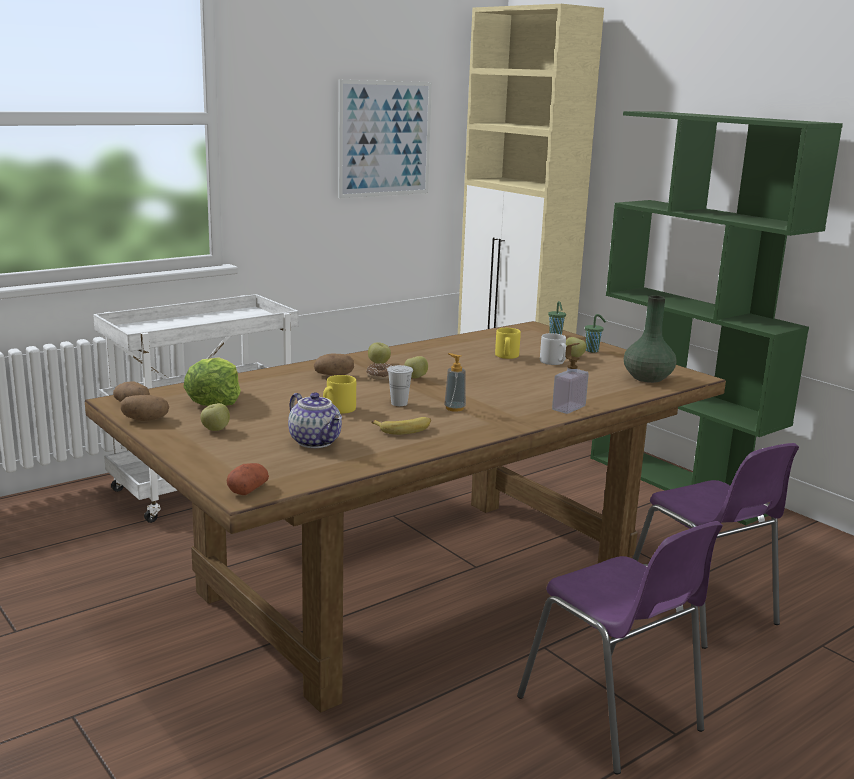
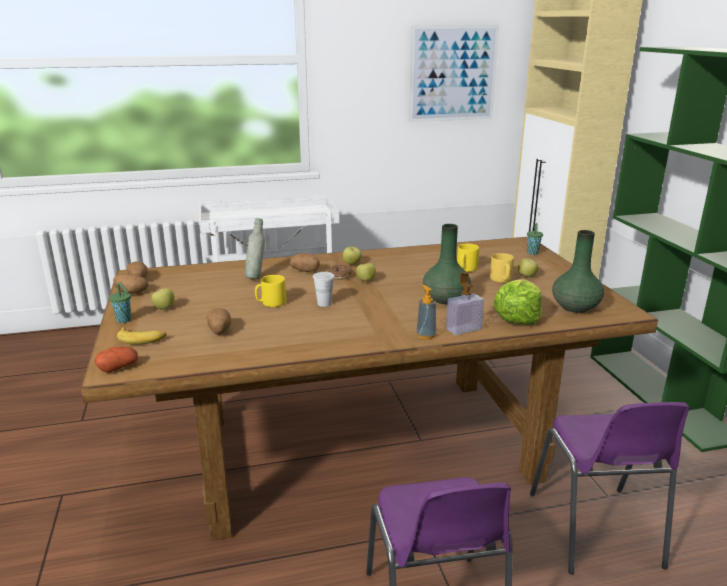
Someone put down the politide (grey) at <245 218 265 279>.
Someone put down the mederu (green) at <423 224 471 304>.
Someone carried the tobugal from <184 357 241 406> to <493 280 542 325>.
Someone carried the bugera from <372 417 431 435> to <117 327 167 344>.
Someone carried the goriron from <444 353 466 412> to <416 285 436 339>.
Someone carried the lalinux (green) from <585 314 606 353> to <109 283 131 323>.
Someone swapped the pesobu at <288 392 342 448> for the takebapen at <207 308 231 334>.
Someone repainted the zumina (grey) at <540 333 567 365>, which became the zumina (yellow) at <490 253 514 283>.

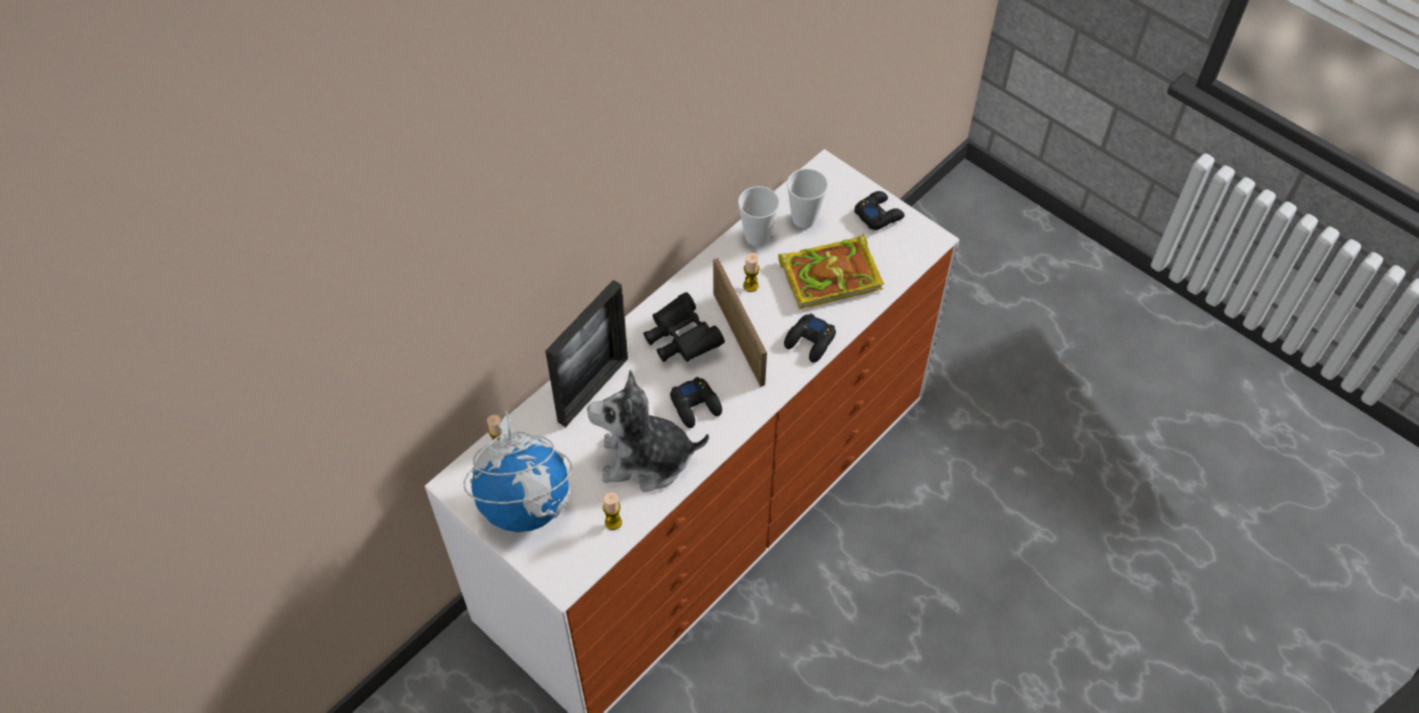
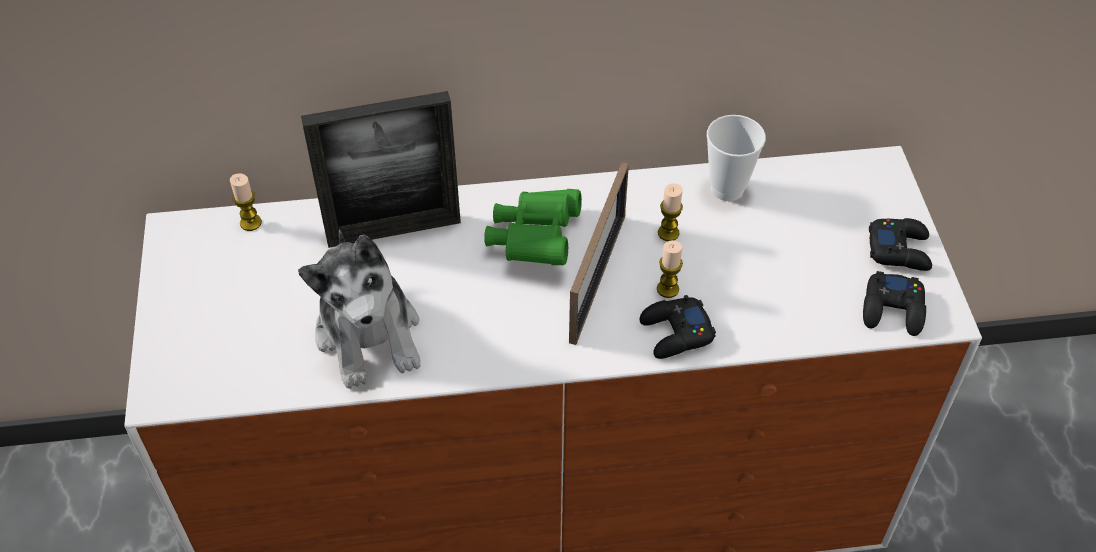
Someone took away the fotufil at <463 411 572 532>.
Someone took away the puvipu at <778 234 884 309>.
Someone took away the lalinux at <787 169 828 228>.
Someone carried the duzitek from <603 492 622 530> to <657 240 683 298>.
Someone carried the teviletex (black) from <670 377 722 428> to <863 271 926 336>.
Someone repainted the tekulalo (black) at <643 292 725 362>, which became the tekulalo (green) at <484 189 582 265>.
Someone rotated the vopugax at <587 370 709 492> by 150 degrees counterclockwise.

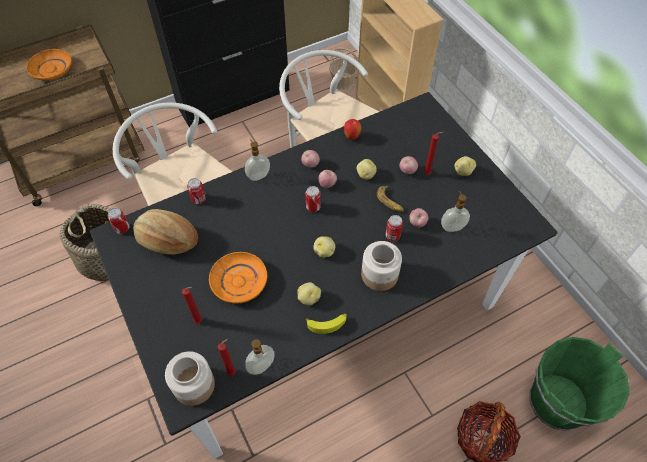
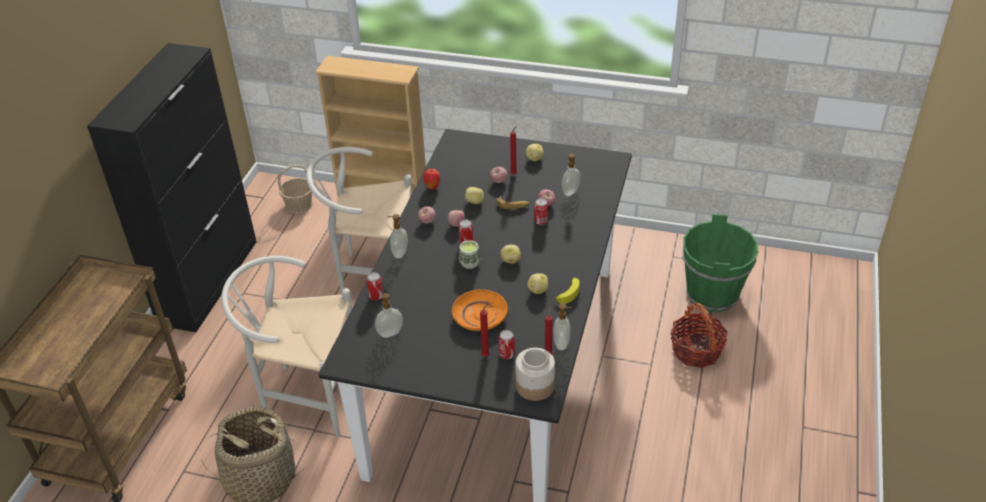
Someone took away the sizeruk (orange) at <27 49 72 81>.
Someone took away the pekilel at <361 241 402 291>.
Someone put down the lalinux at <459 240 481 269>.
Someone carried the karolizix from <108 208 130 234> to <499 330 515 359>.
Someone swapped the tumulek at <133 209 198 255> for the goriron at <375 293 403 338>.

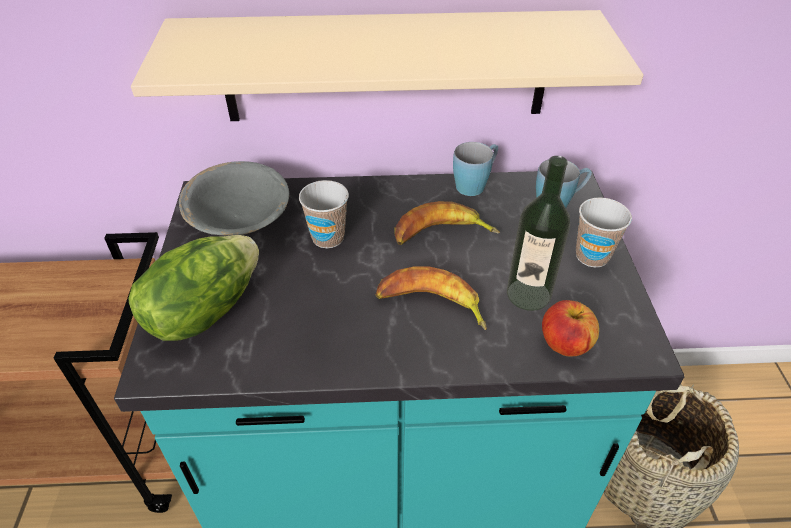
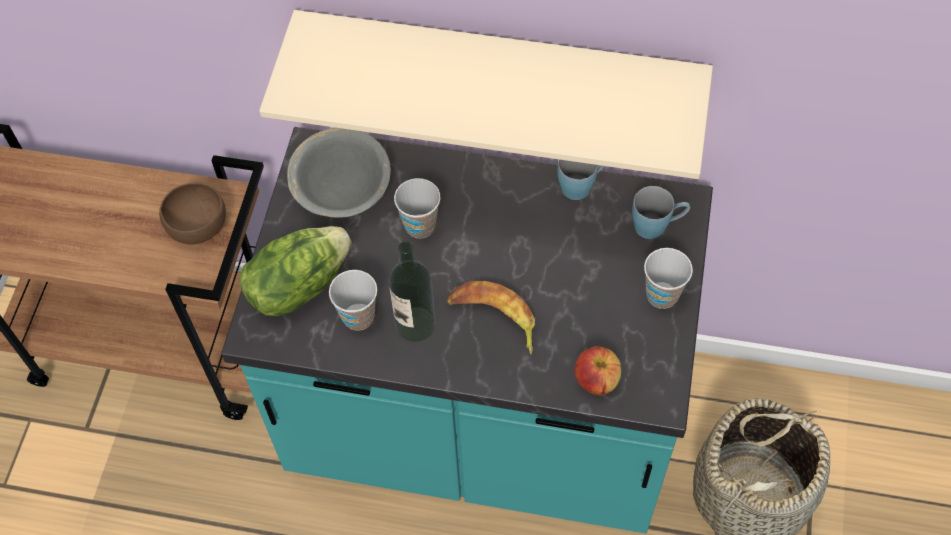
Someone took away the bugera at <394 201 500 245>.
Someone put down the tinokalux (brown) at <159 183 226 245>.
Someone put down the lalinux at <329 270 377 331>.
Someone carried the politide from <507 156 570 311> to <388 241 436 342>.

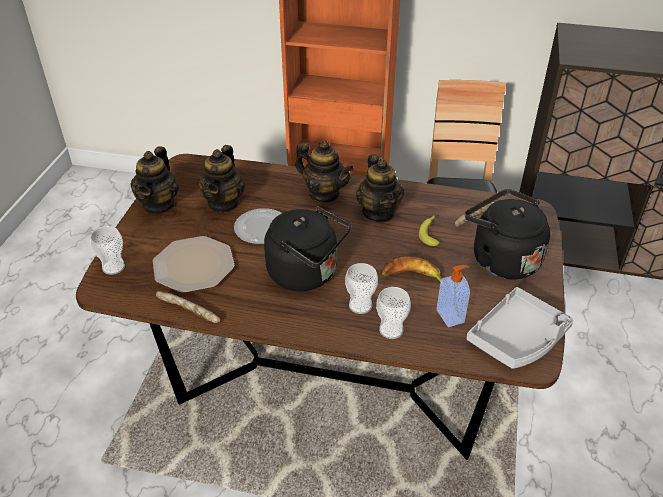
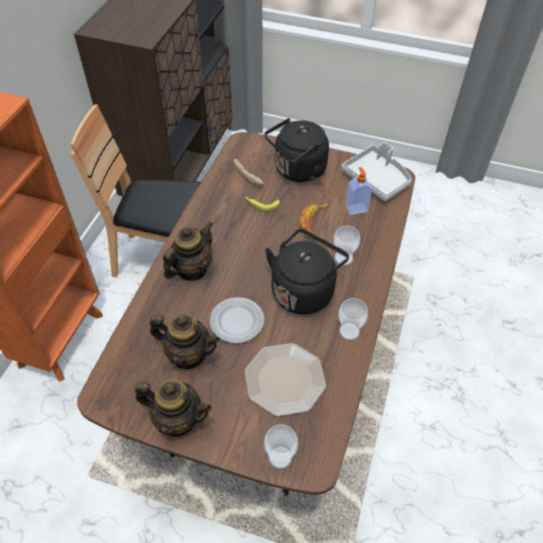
Someone took away the tumulek at <156 291 220 323>.
Someone took away the pesobu at <356 154 404 223>.
Someone carried the lalinux from <376 287 411 339> to <338 298 368 340>.

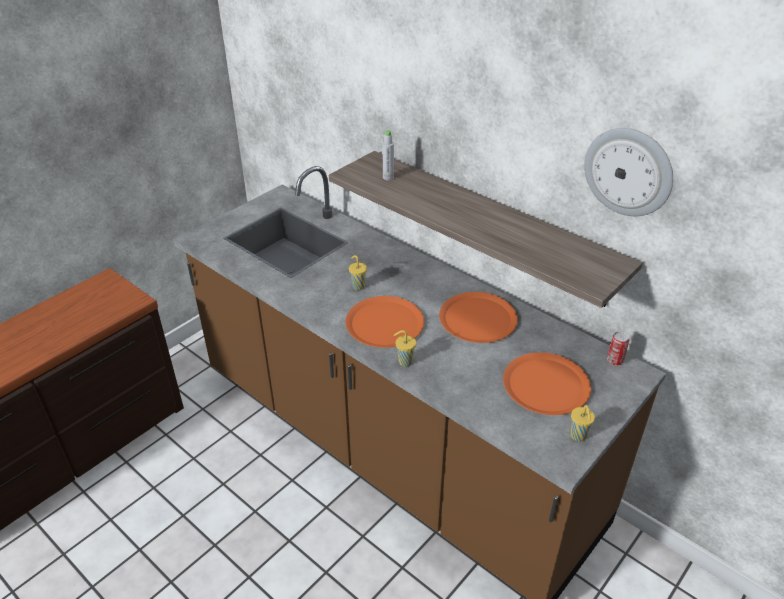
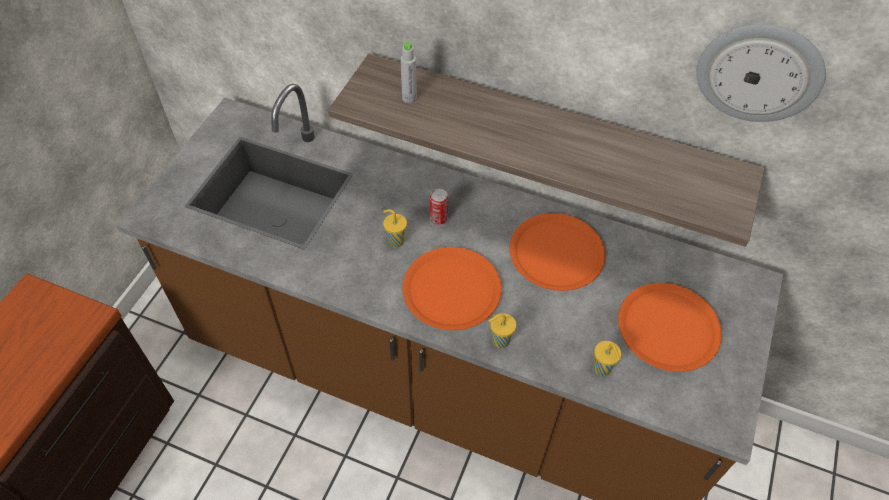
Someone carried the lalinux (yellow) from <570 405 595 442> to <593 341 621 376>.
Someone carried the karolizix from <607 331 630 366> to <430 189 448 225>.

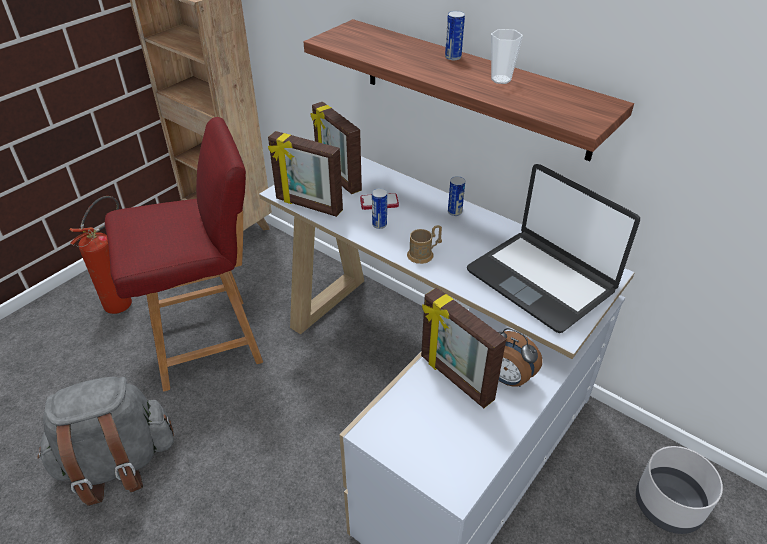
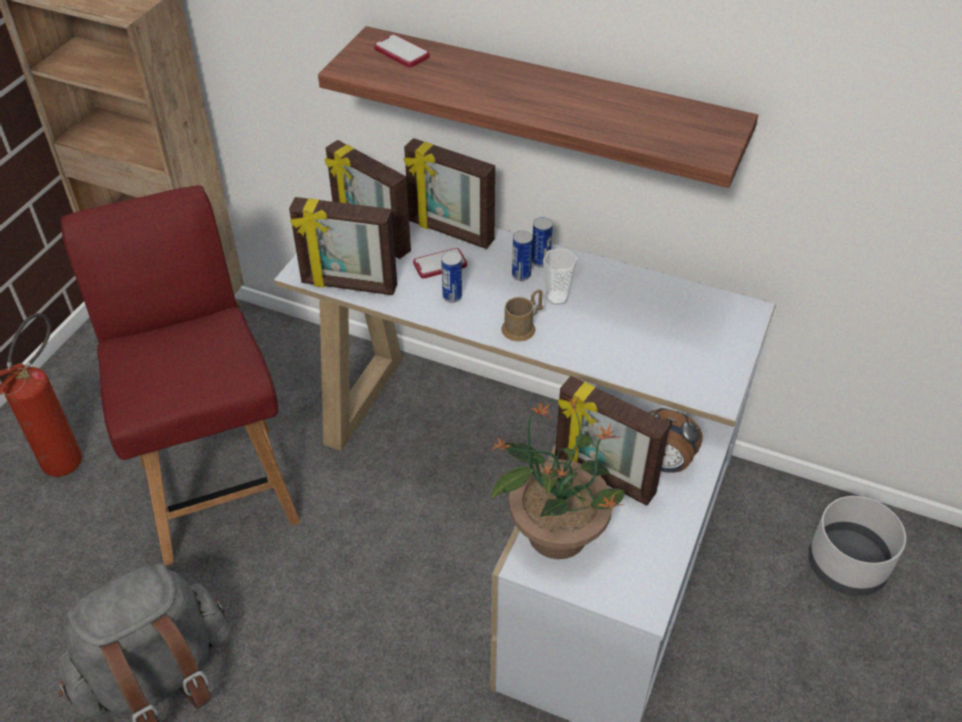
Someone took away the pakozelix at <467 164 640 333>.
Someone put down the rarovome at <374 34 430 68>.
Someone put down the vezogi at <404 138 495 249>.
Someone put down the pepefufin at <491 396 625 559>.
Someone carried the karolizix from <445 11 465 60> to <512 230 533 281>.
Someone carried the lalinux from <491 29 523 84> to <543 249 577 305>.
Someone rotated the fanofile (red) at <105 117 263 392> by 75 degrees counterclockwise.

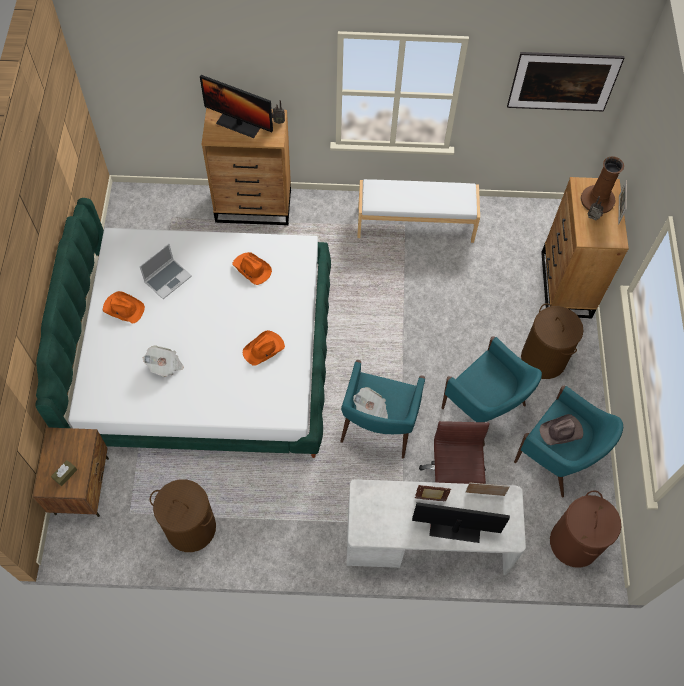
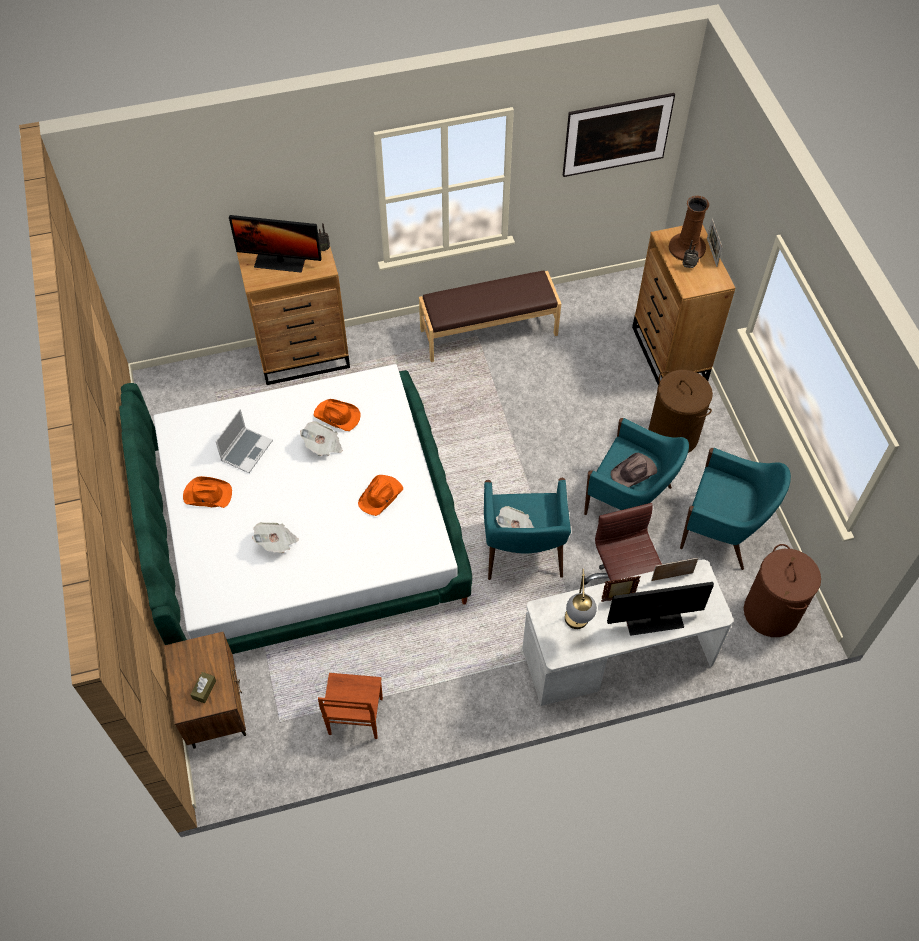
Someone put down the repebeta at <300 421 343 456>.
Someone put down the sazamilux at <565 569 597 629>.
Someone carried the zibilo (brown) from <540 414 583 445> to <611 453 657 487>.
Someone swapped the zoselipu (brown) at <150 479 216 552> for the fanofile (brown) at <318 673 383 739>.
Someone repainted the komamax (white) at <357 179 480 243>, which became the komamax (brown) at <419 270 561 362>.

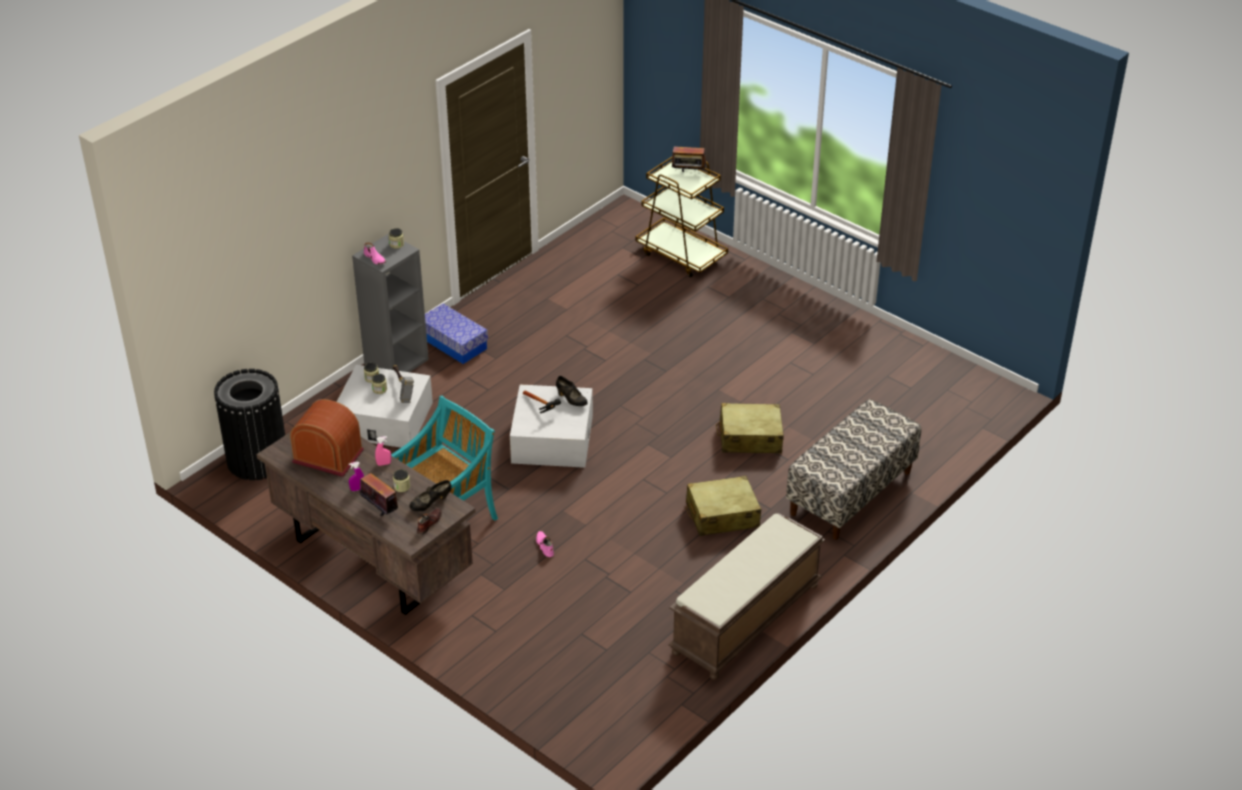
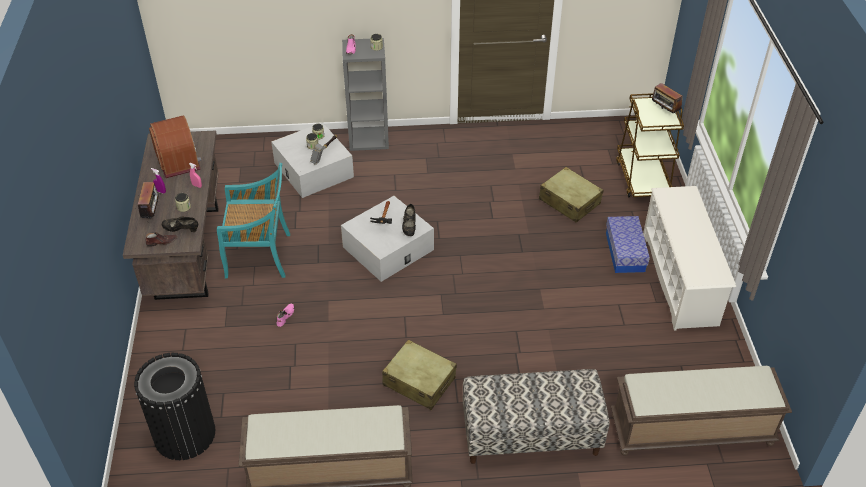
Someone put down the komamax (brown) at <611 366 792 456>.
Someone put down the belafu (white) at <643 186 736 331>.
Someone carried the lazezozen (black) from <214 369 285 480> to <134 353 216 460>.
Someone carried the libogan from <425 303 488 364> to <606 216 650 273>.
Someone carried the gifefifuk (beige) from <716 403 784 453> to <539 167 604 223>.

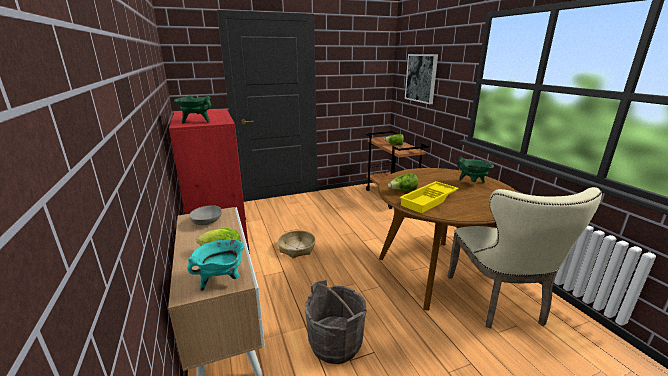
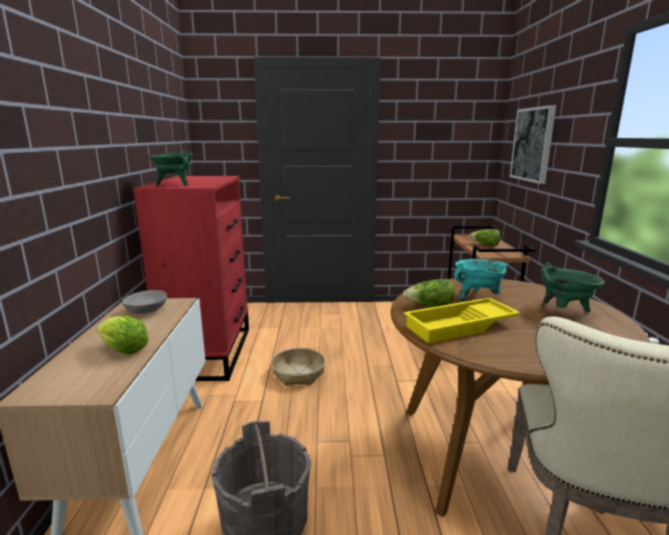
Someone carried the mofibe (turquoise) from <187 239 244 291> to <454 259 508 302>.

